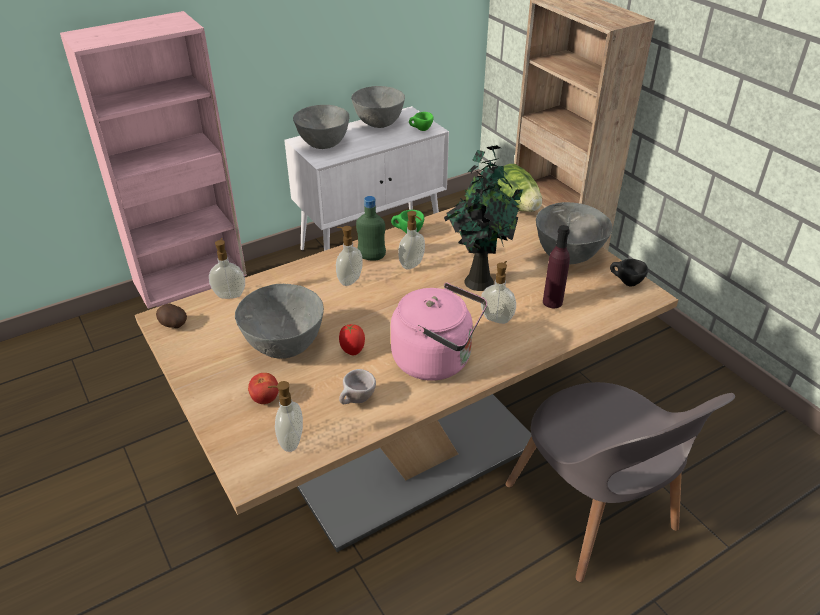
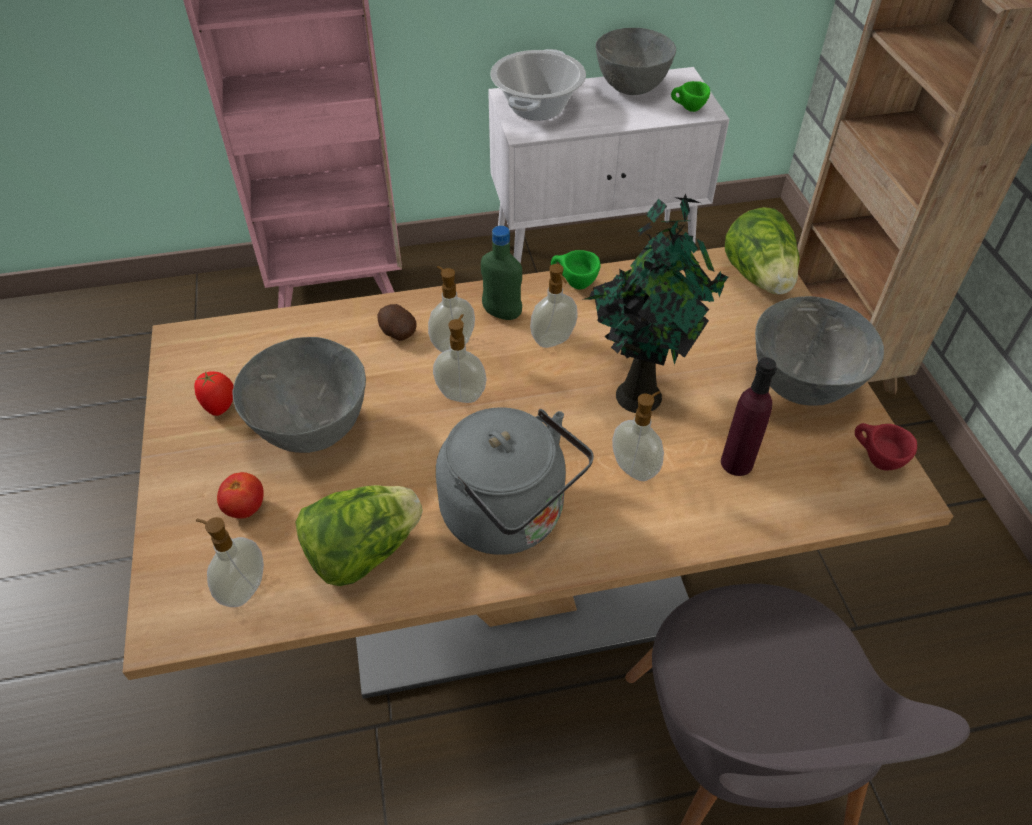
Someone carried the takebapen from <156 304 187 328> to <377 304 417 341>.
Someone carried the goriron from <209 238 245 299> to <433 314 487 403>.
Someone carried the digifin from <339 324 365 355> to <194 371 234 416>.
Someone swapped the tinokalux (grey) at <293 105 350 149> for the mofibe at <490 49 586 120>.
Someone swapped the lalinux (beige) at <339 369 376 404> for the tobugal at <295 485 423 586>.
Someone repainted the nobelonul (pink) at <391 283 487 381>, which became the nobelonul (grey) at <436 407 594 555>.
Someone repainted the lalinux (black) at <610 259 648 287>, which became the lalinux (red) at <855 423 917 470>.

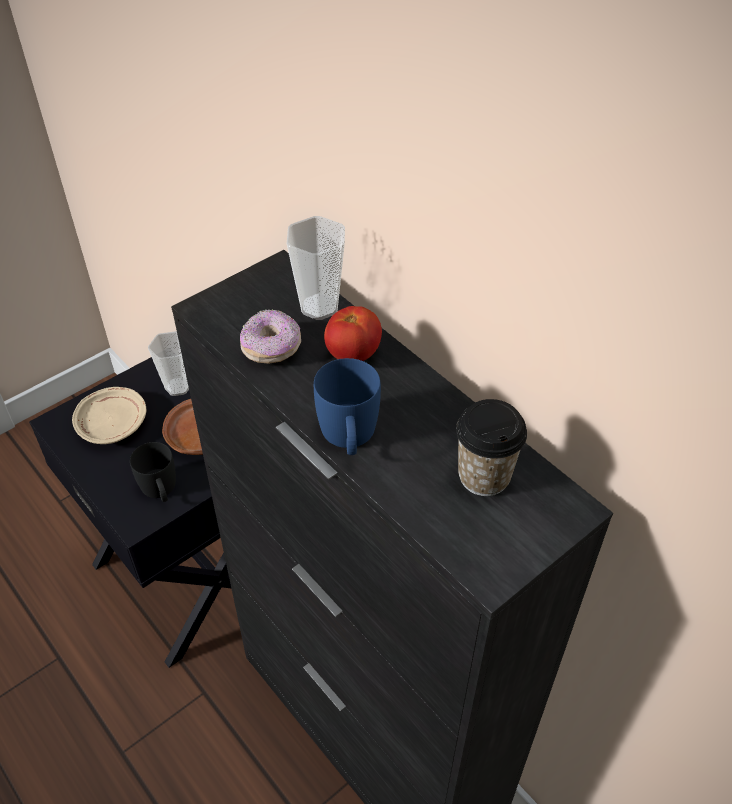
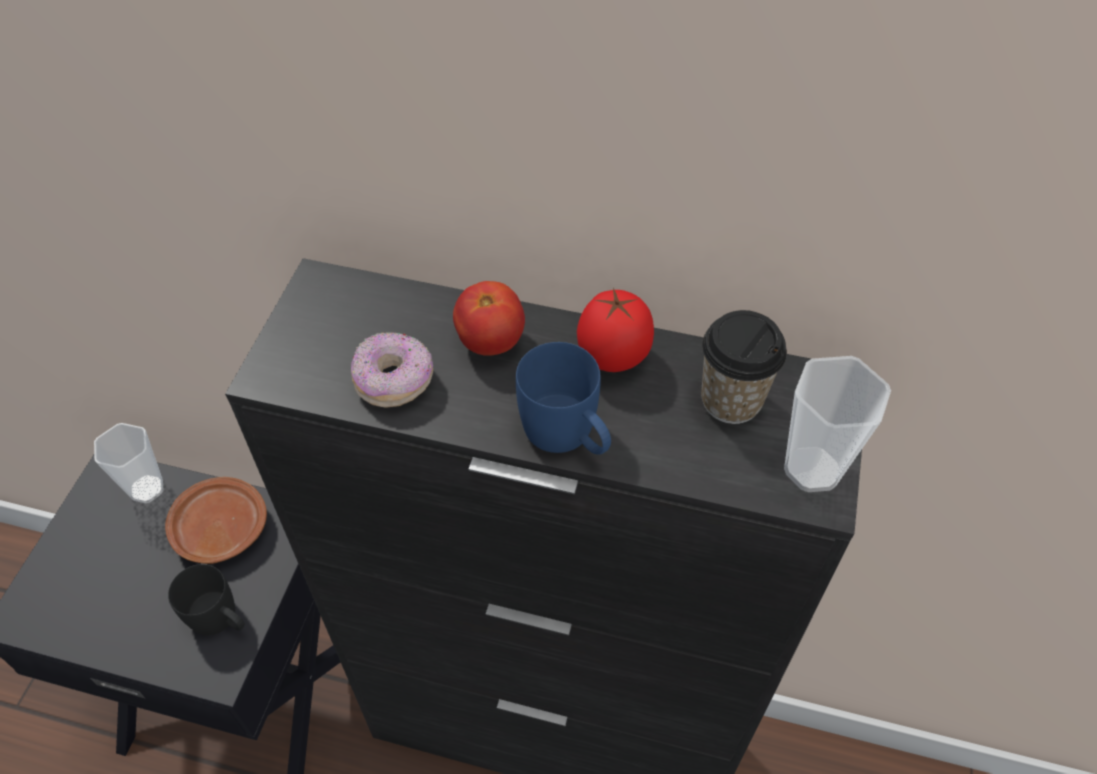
Someone took away the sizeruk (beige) at <72 387 146 444>.
Someone put down the digifin at <577 288 654 372>.
Someone carried the lalinux from <287 216 345 320> to <784 356 891 492>.

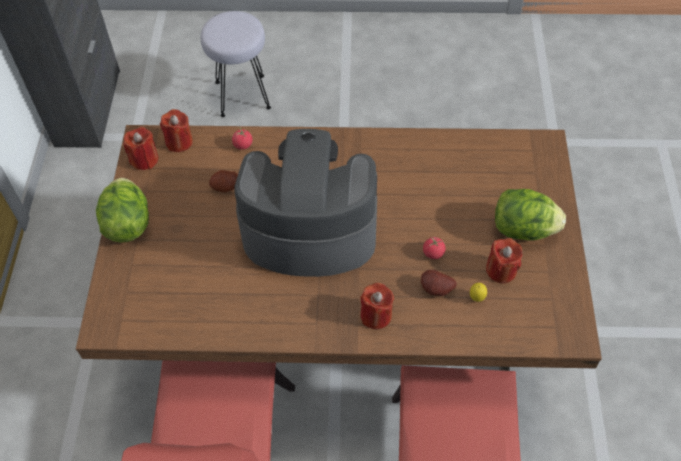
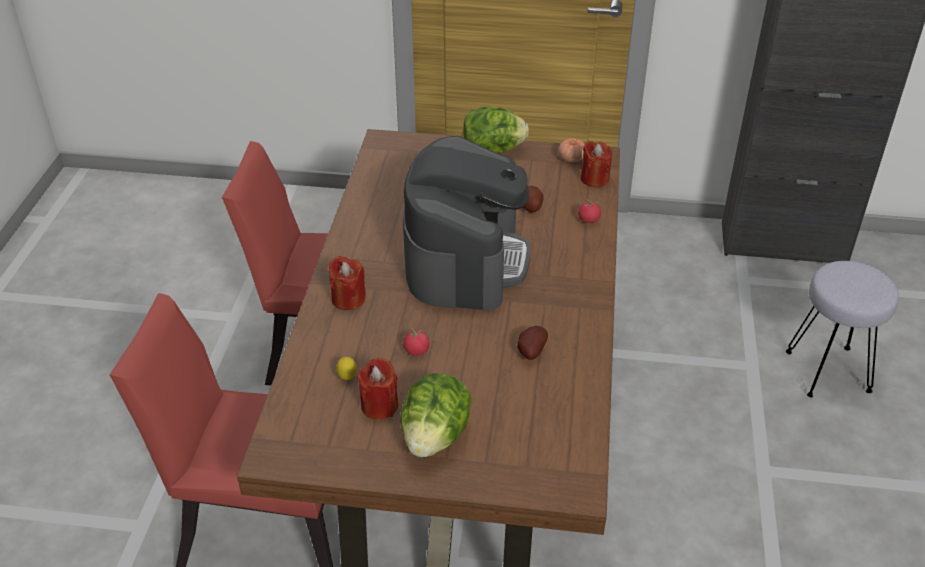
Someone carried the takebapen from <421 270 457 296> to <517 326 548 360>.
Someone swapped the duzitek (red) at <124 127 158 170> for the digifin at <559 138 585 162>.

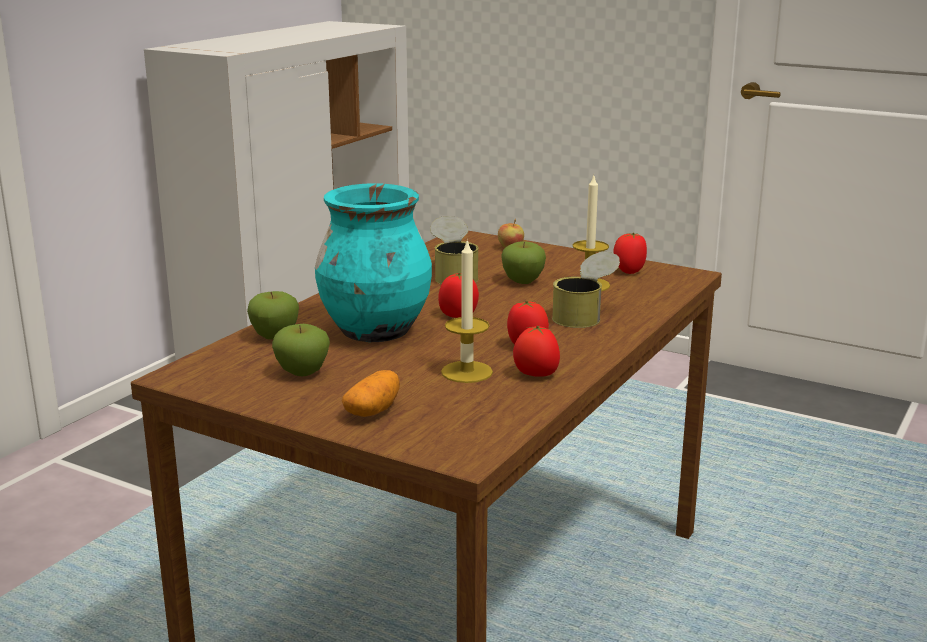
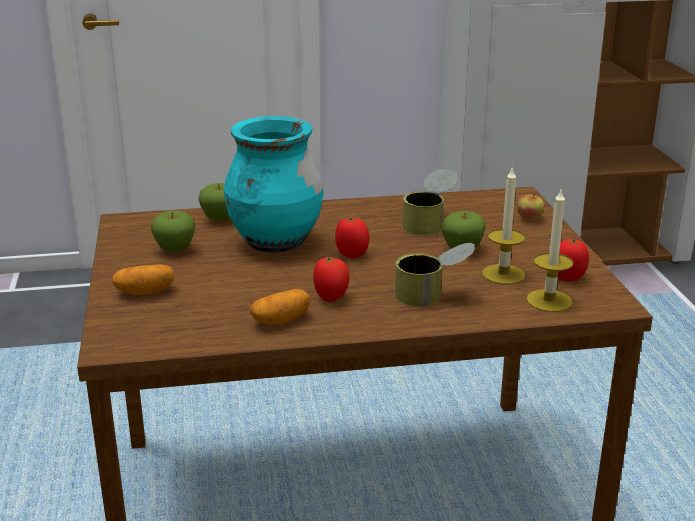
Someone carried the duzitek from <441 241 493 383> to <526 187 573 312>.
Someone swapped the digifin at <513 326 560 377> for the takebapen at <250 289 311 325>.

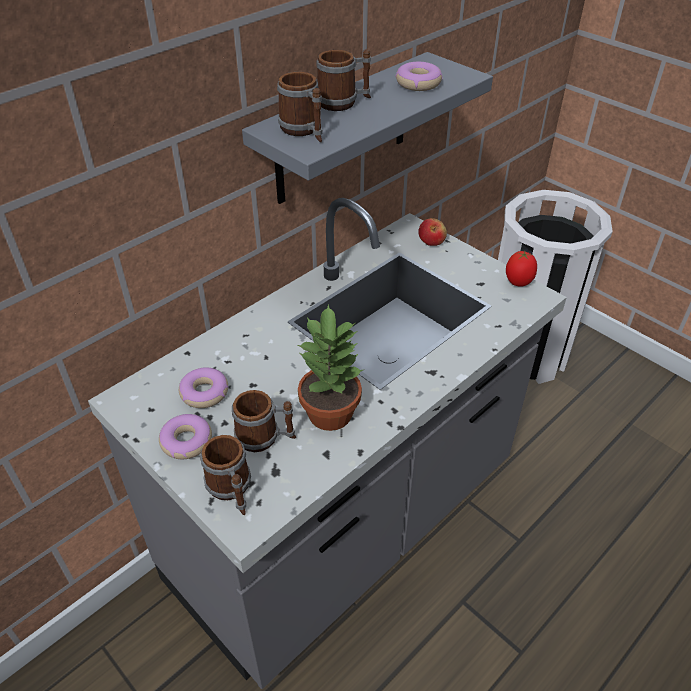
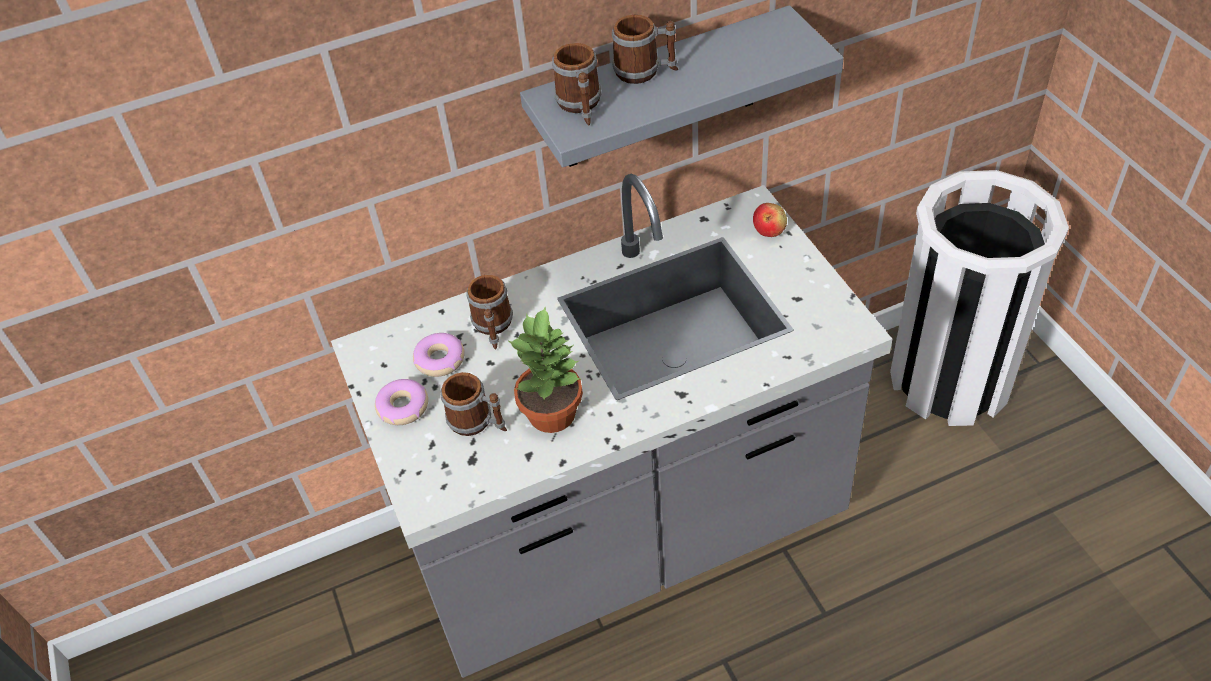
Someone took away the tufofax at <395 62 443 91>.
Someone took away the digifin at <506 251 537 286>.
Someone carried the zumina from <200 435 251 515> to <466 275 513 350>.

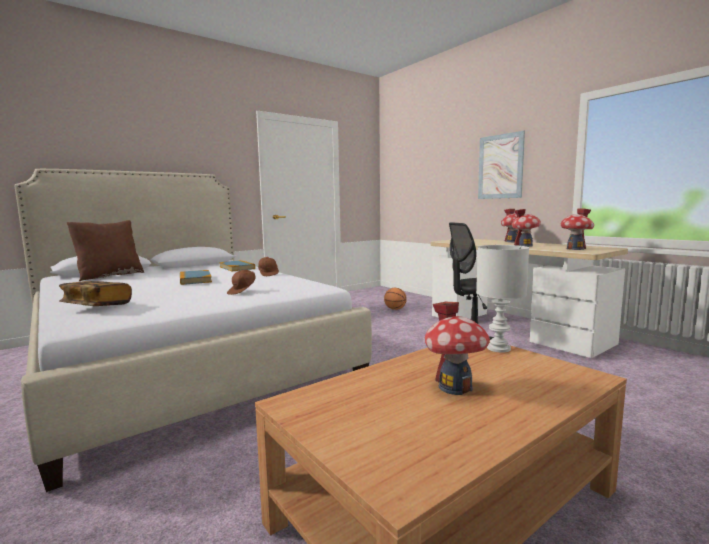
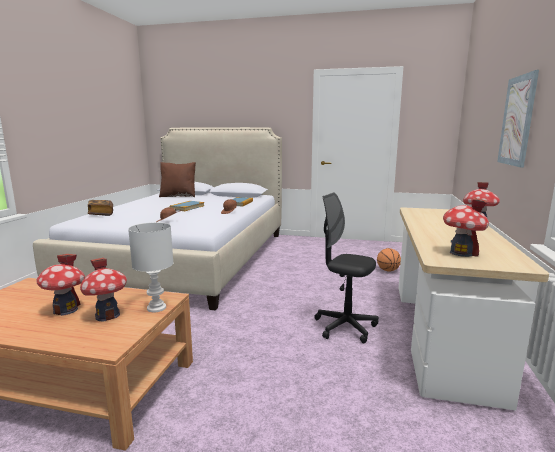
Someone carried the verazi from <512 209 541 247> to <80 258 127 321>.

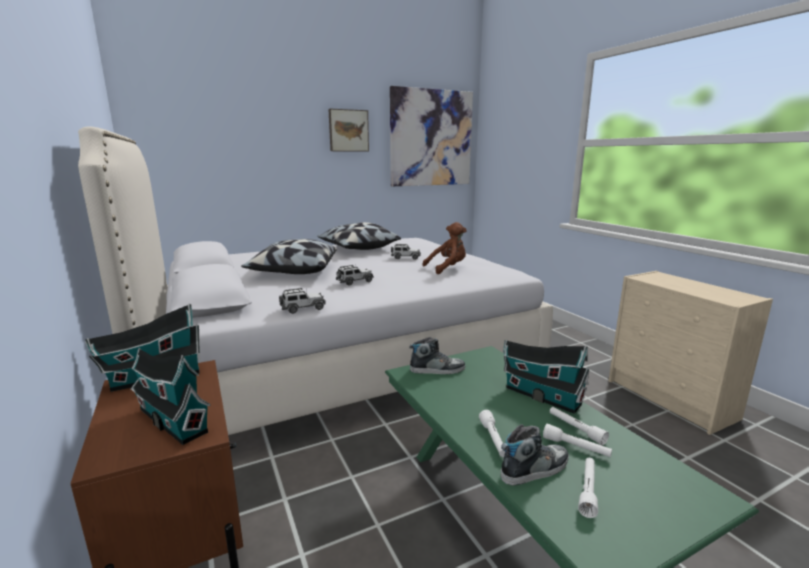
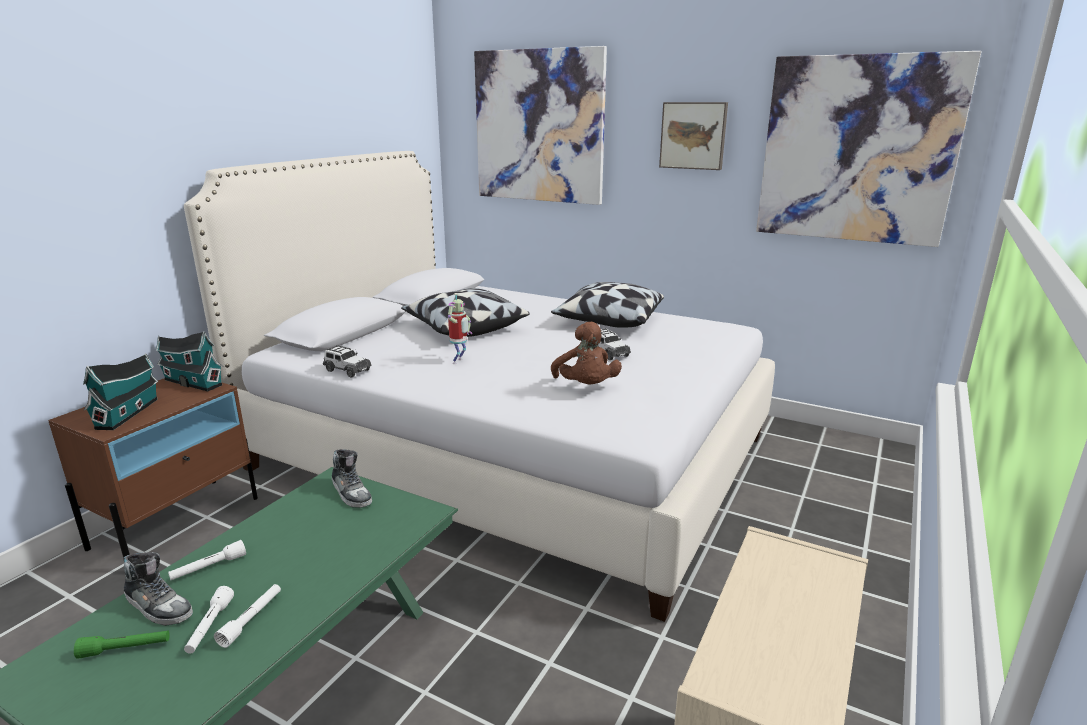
Someone took away the verazi at <503 340 589 414>.
Someone put up the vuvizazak at <474 46 607 205>.
Someone swapped the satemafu at <336 265 374 286> for the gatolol at <448 293 472 364>.
Someone repainted the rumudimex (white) at <578 458 598 518>, which became the rumudimex (green) at <74 631 170 659>.
Someone rotated the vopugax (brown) at <423 222 467 274> by 45 degrees clockwise.

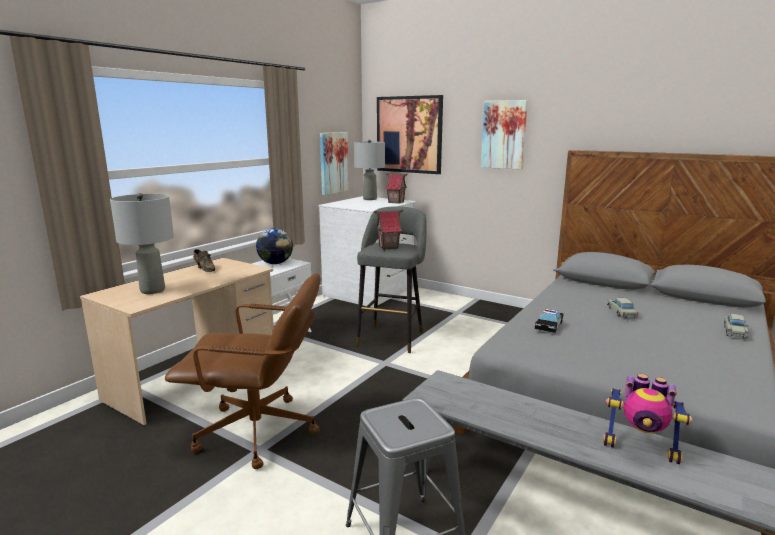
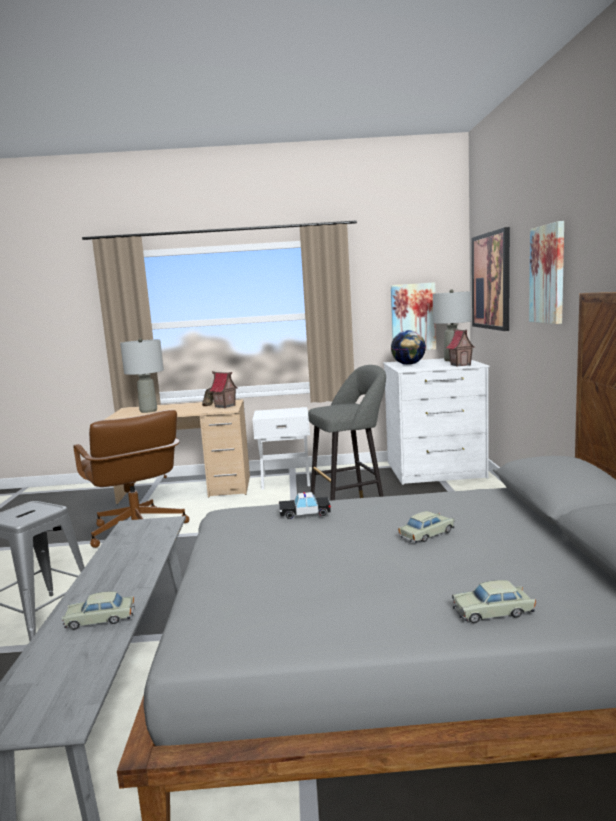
Someone carried the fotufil from <256 228 293 264> to <391 330 426 365>.
Someone carried the verazi from <374 209 403 250> to <209 371 237 408>.
Someone swapped the gatolol at <603 374 692 464> for the satemafu (beige) at <62 591 135 630>.

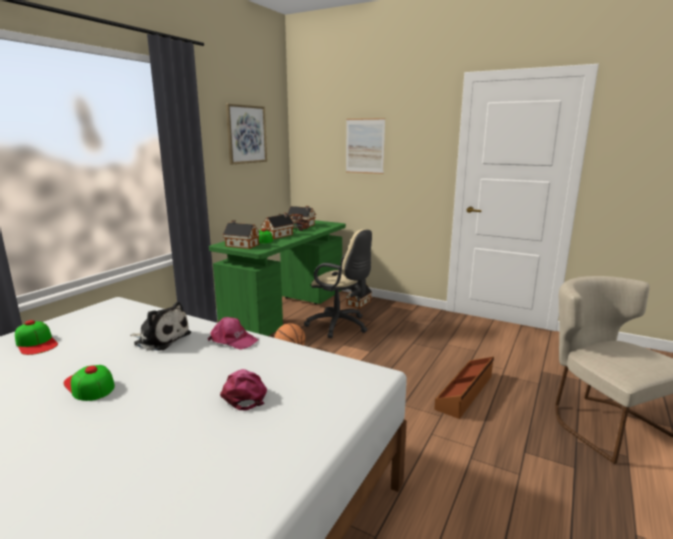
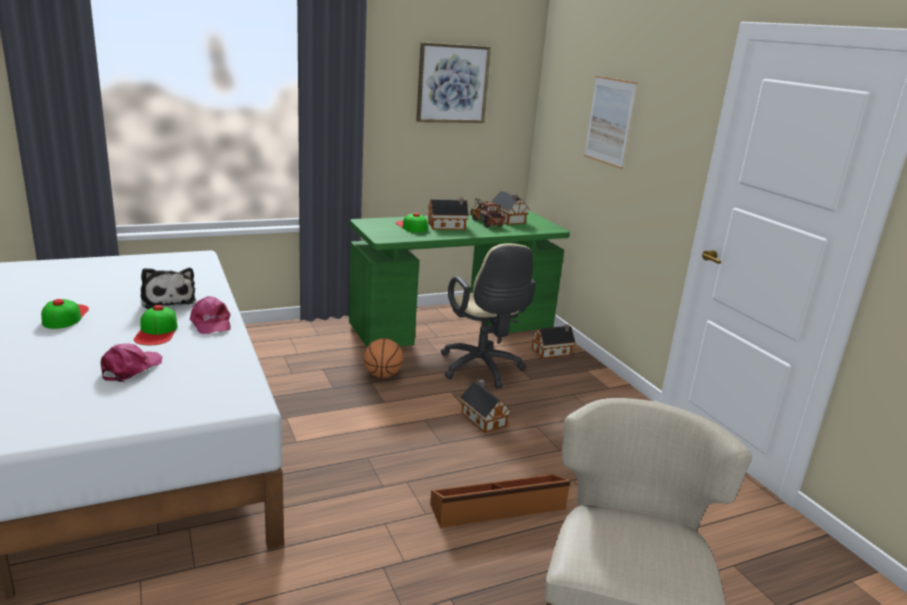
Someone carried the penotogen from <15 320 58 355> to <134 305 178 345>.
Someone carried the verazi from <223 220 260 249> to <460 379 510 433>.

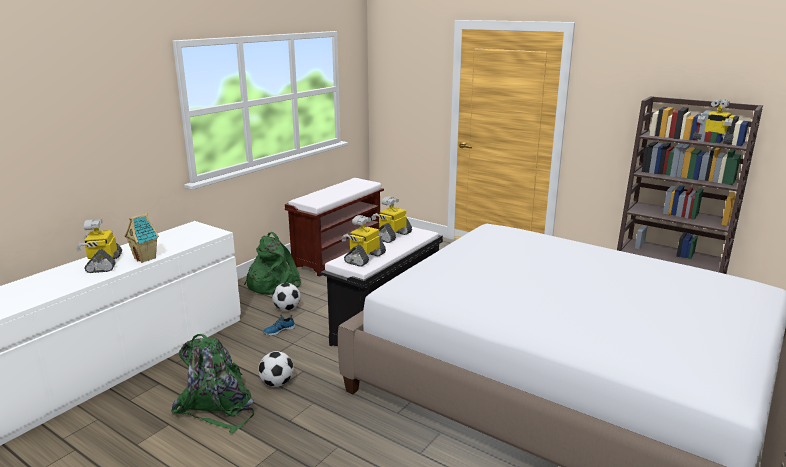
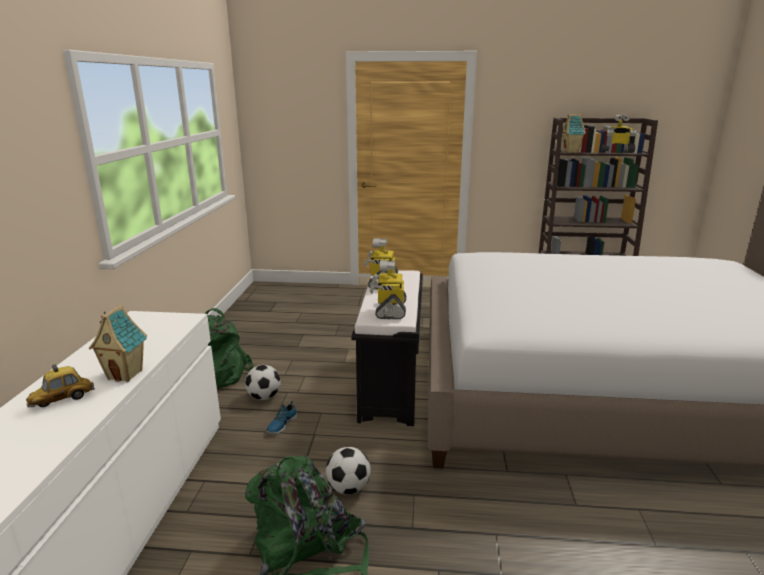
Someone took away the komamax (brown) at <285 178 384 277>.
Someone put down the verazi at <562 114 586 153>.
Someone swapped the gatolol at <76 219 122 273> for the satemafu at <26 364 95 407>.

